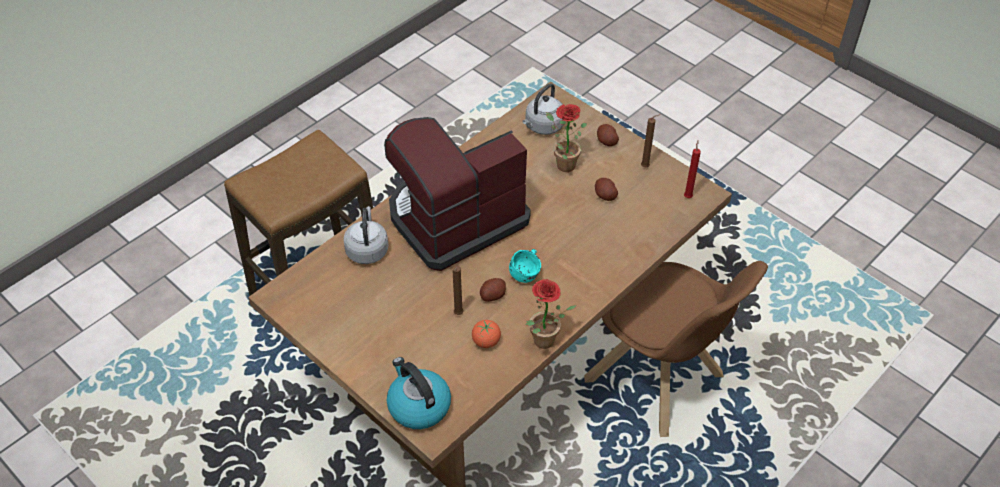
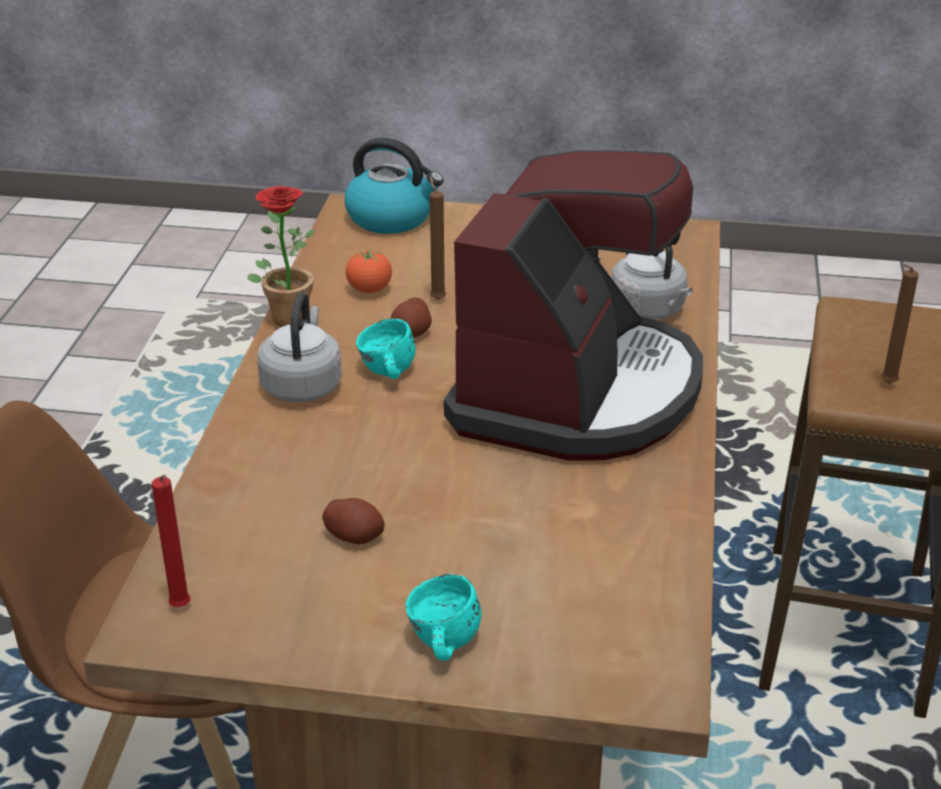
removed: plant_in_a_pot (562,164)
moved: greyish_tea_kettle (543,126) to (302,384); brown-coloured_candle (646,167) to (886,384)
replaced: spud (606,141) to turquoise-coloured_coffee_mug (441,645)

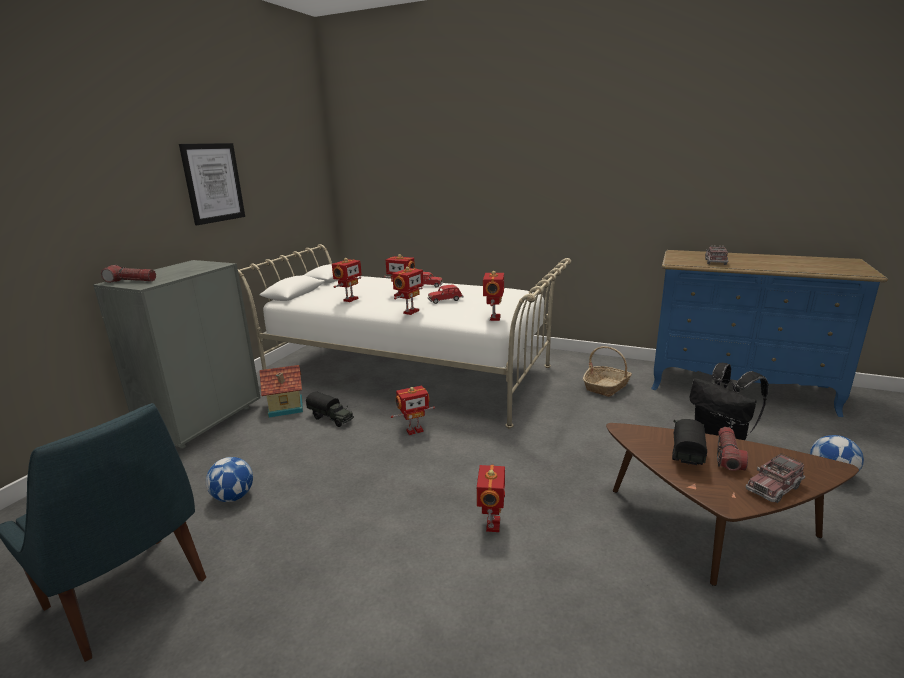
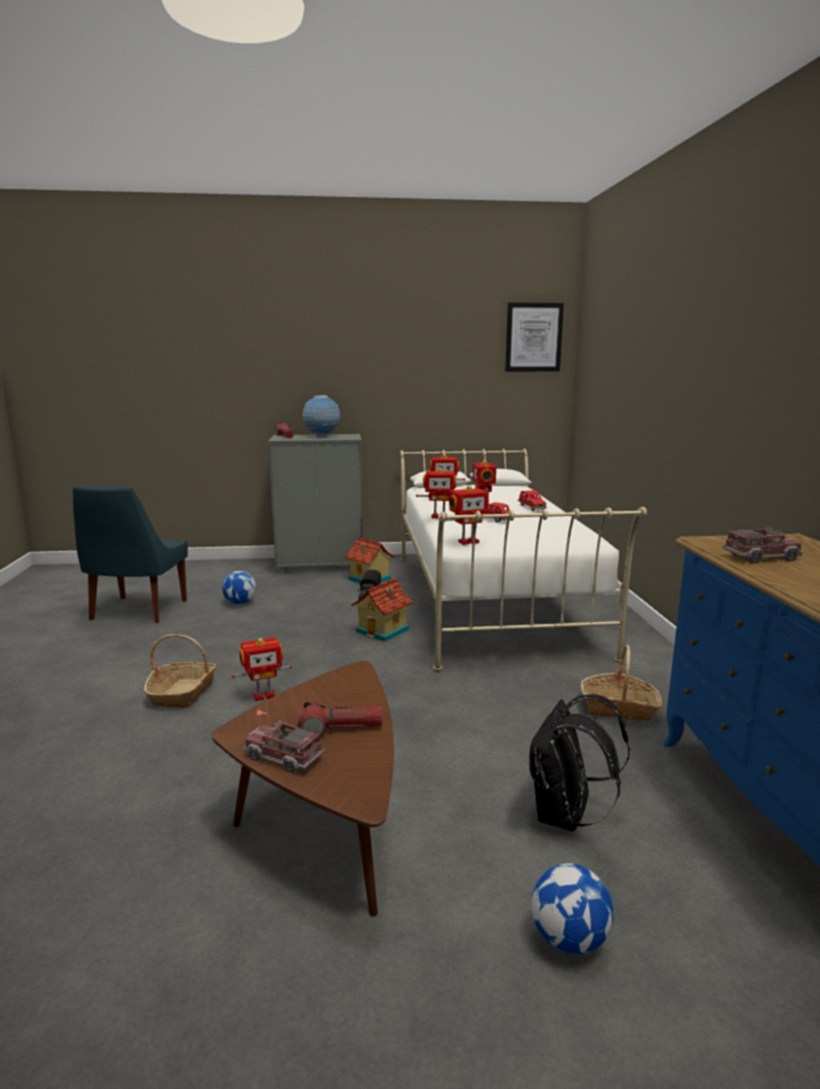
removed: model_truck (686,451)
added: storage_basket (183,693); globe (322,436)
moved: picture (213,183) to (533,337)
replaced: model_robot (414,430) to toy_house (384,631)

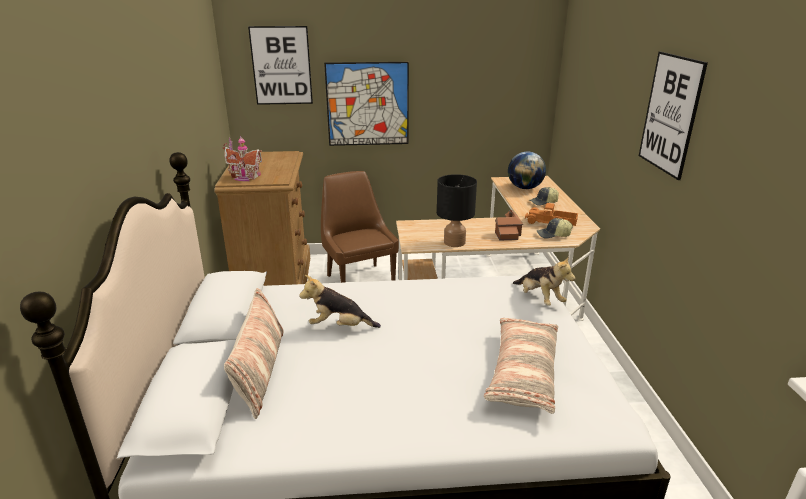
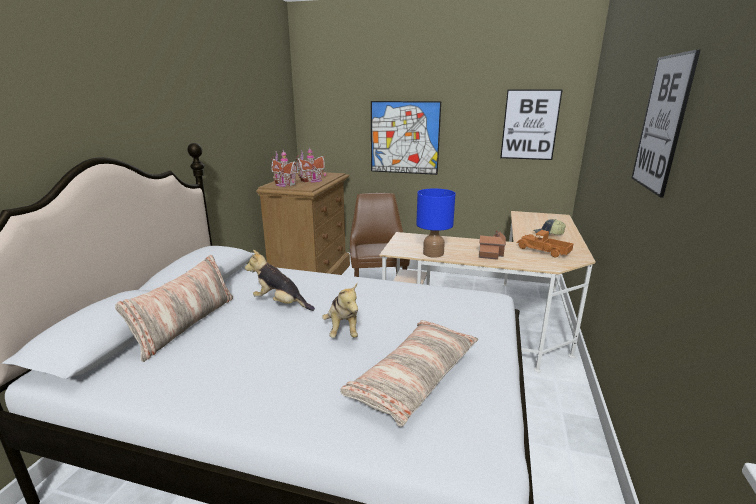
removed: globe (524,188); baseball_cap (553,235)
added: toy_house (312,181)
moved: picture (281,66) to (530,125); cuddly_toy (539,299) to (343,330)
recoloured: black-coloured_table_lamp (454,242) to bluish_table_lamp (433,253)

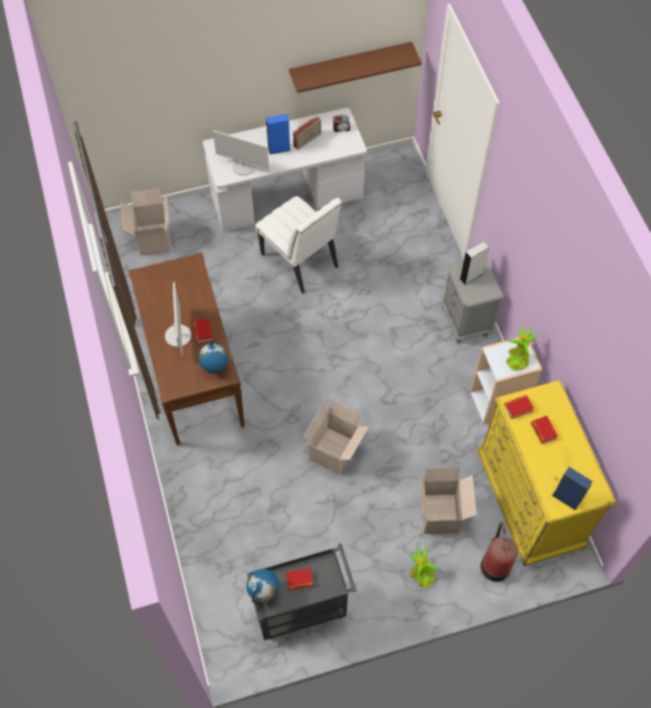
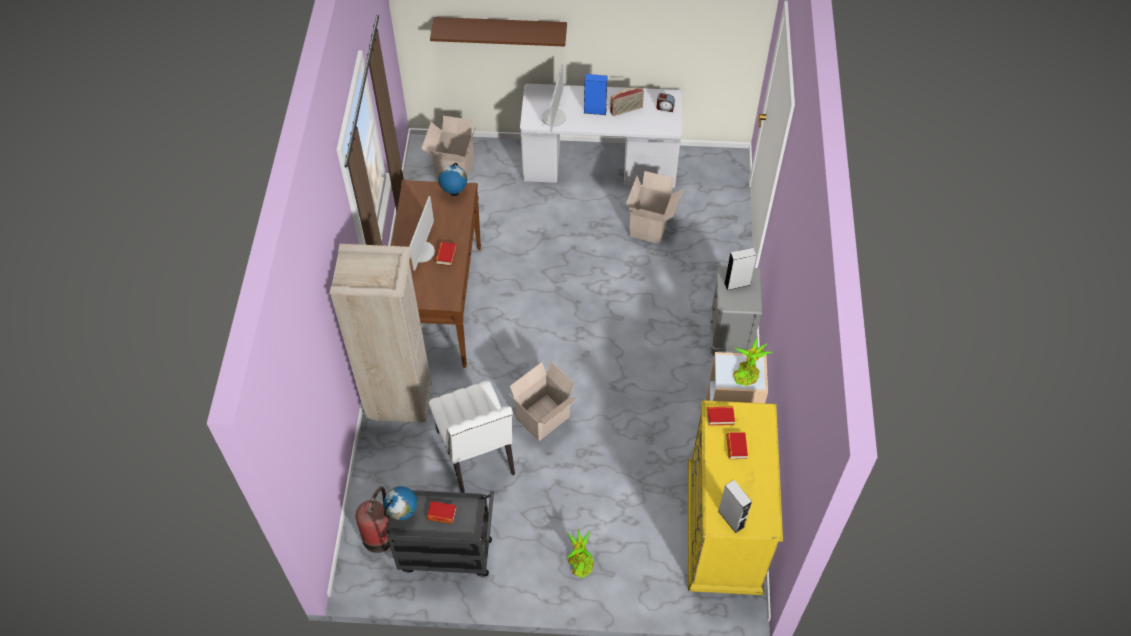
added: sand-coloured_cupboard (400,400)
moved: globe (215,368) to (454,193); whitish_upright_chair (299,260) to (475,452); brown-coloured_shelf (350,65) to (500,30); cardboard_box (441,515) to (650,227); extinguisher (495,564) to (379,535)
recoloured: bluish_loudspeaker (566,498) to greyish_loudspeaker (731,519)
turned: monitor (244,166) = (554,117) 120 degrees counterclockwise

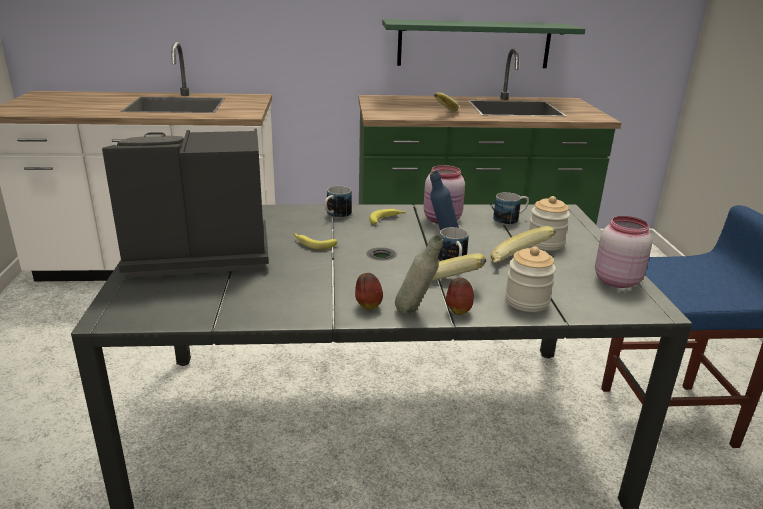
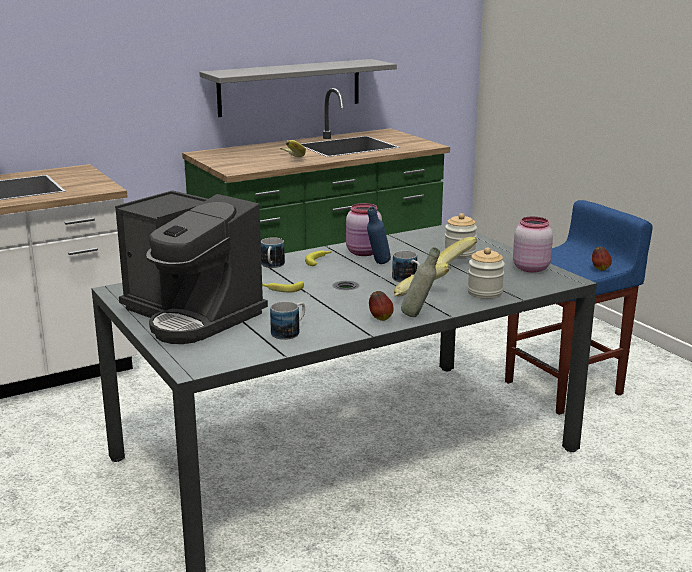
moved: apple_fruit (458,311) to (600,269); coffee_mug (510,220) to (290,332)
recoloured: green_shelf (474,44) to greyish_shelf (290,87)
turned: coffee_machine (195,253) = (192,315) 105 degrees counterclockwise

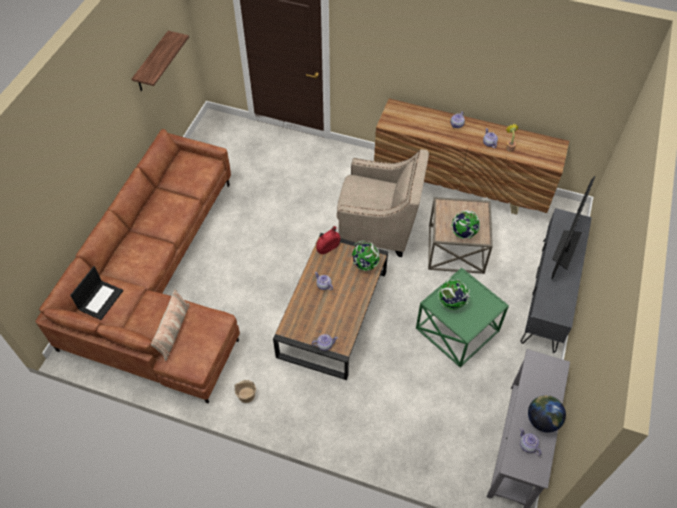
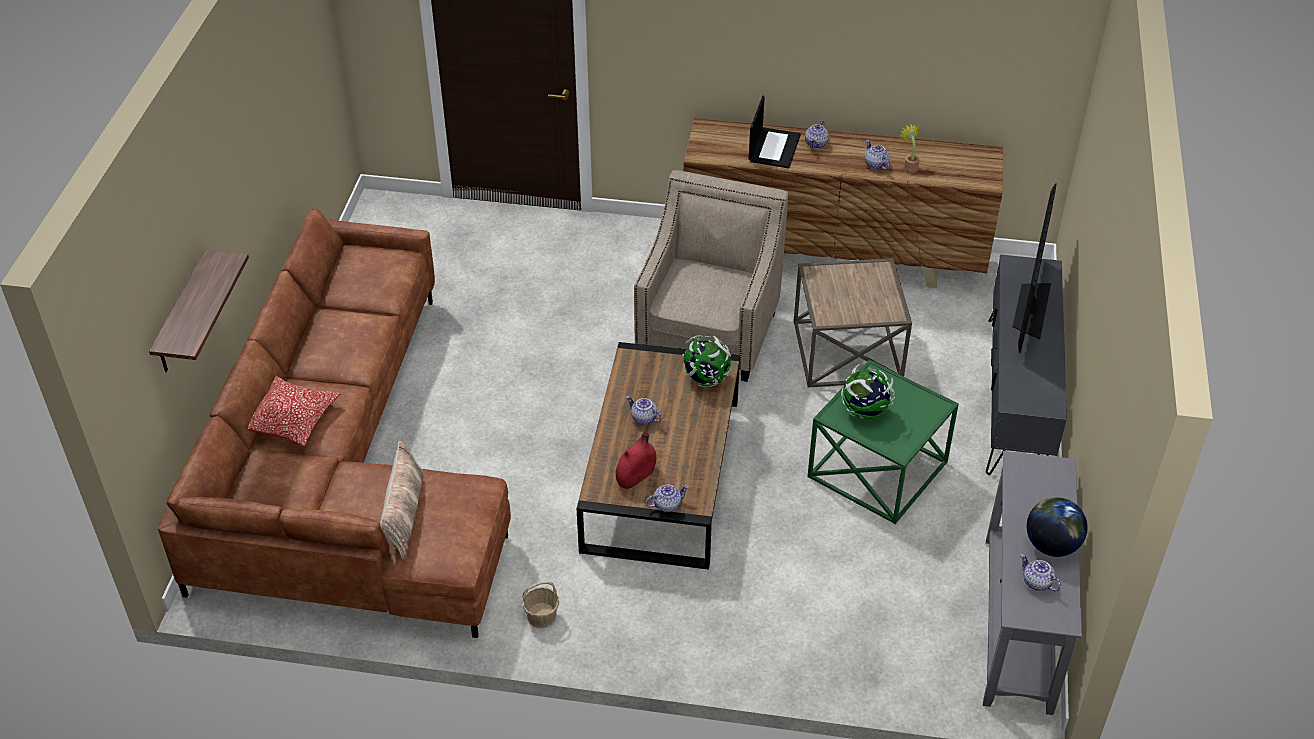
removed: globe (463,233)
added: pillow (292,420)
moved: notebook_computer (101,299) to (774,147); shelf (152,62) to (182,315); red_flower_vase (328,247) to (636,476)
turned: sand-coloured_lounge_chair (379,227) = (709,334) 75 degrees counterclockwise

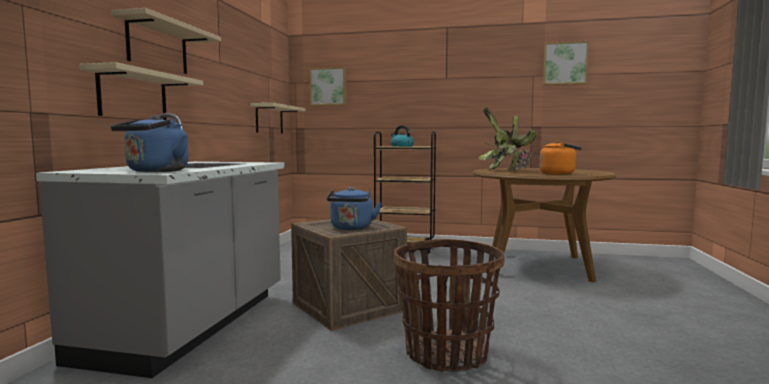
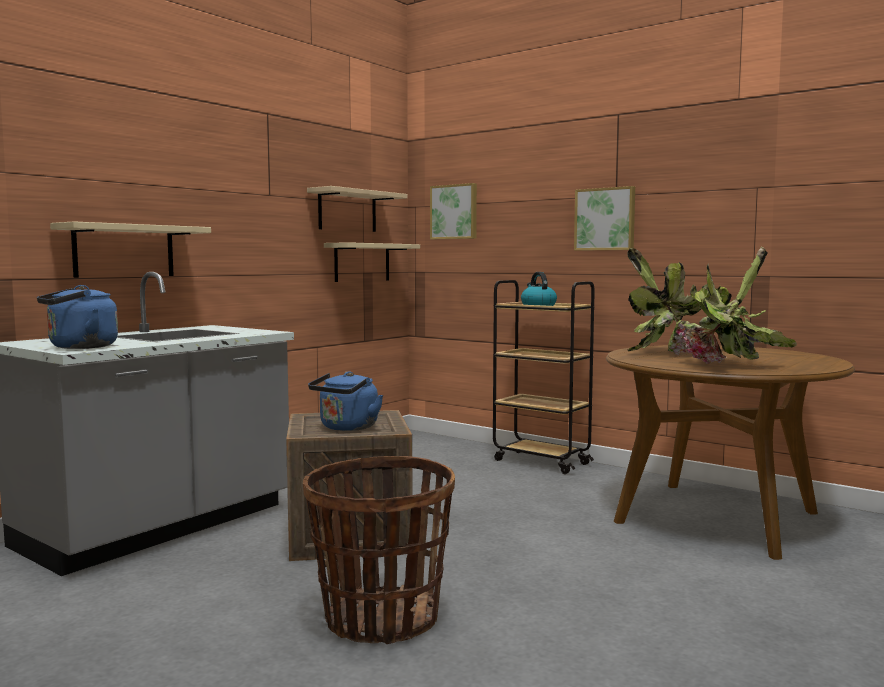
moved: sand-coloured_shelf (157,47) to (347,211); picture (565,63) to (605,219)
replaced: orange-coloured_tea_kettle (559,174) to plant_in_a_pot (727,365)

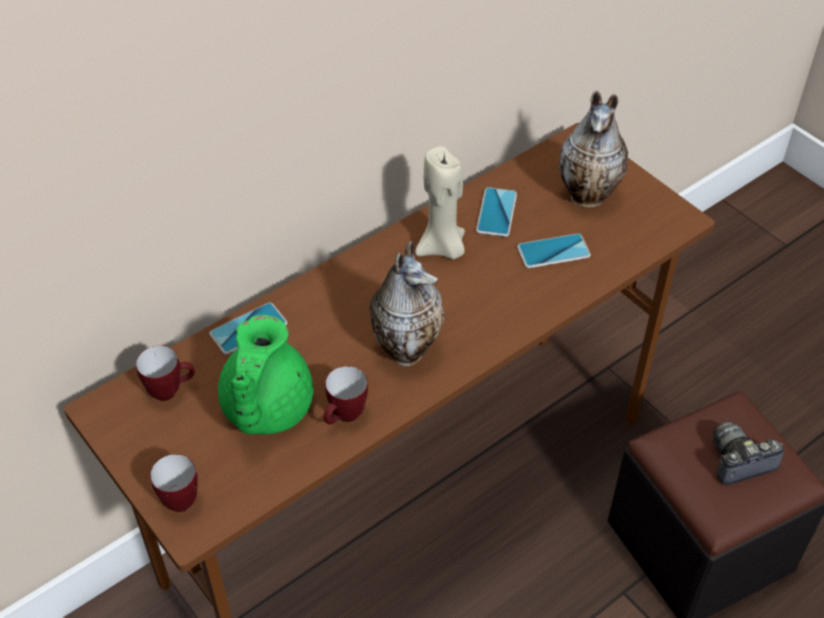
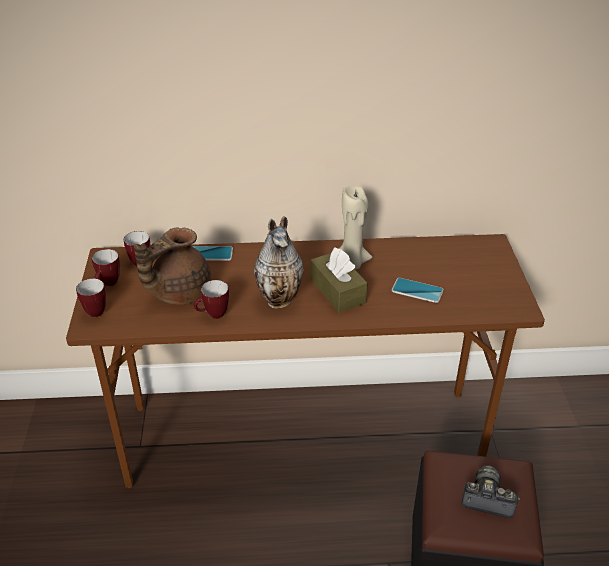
removed: telephone (496,213); flower_vase (589,196)
added: coffee_mug (108,284); brown-coloured_tissue_box (337,291)
recoloured: green_pot_for_tea (265,409) to brown-coloured_pot_for_tea (178,292)

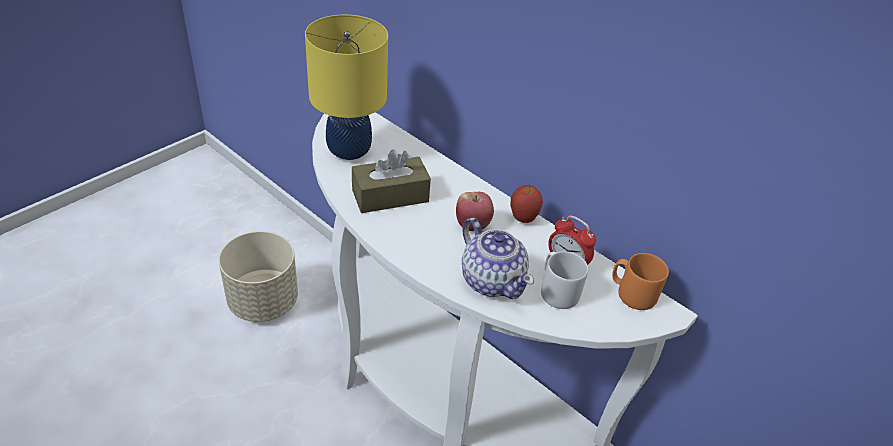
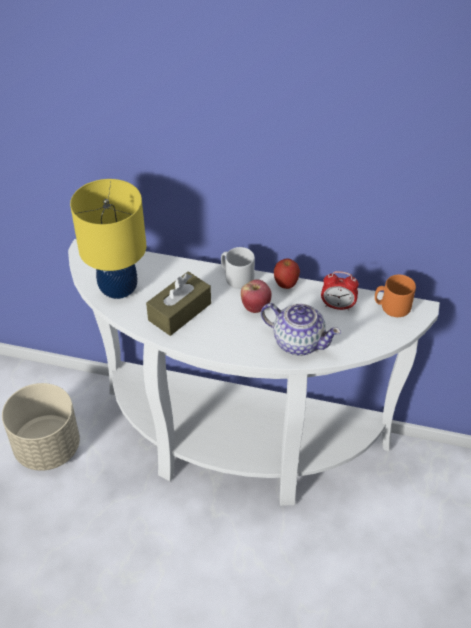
moved: greyish_coffee_mug (557,291) to (236,277)

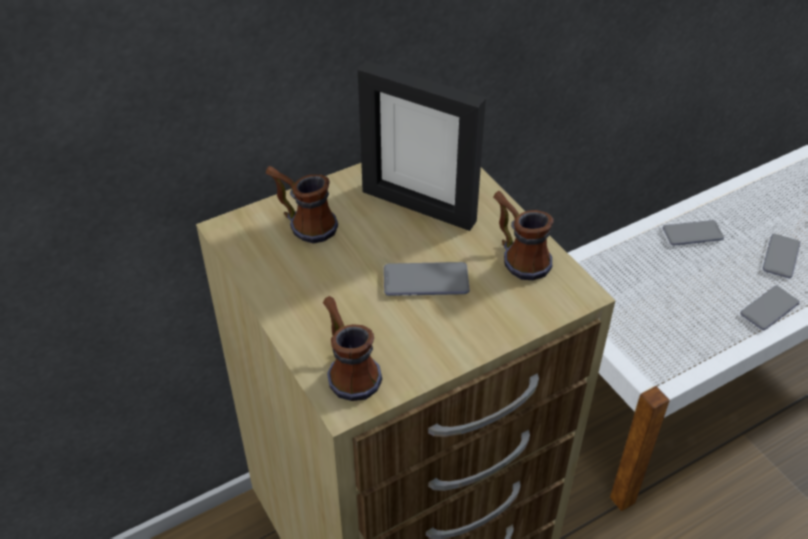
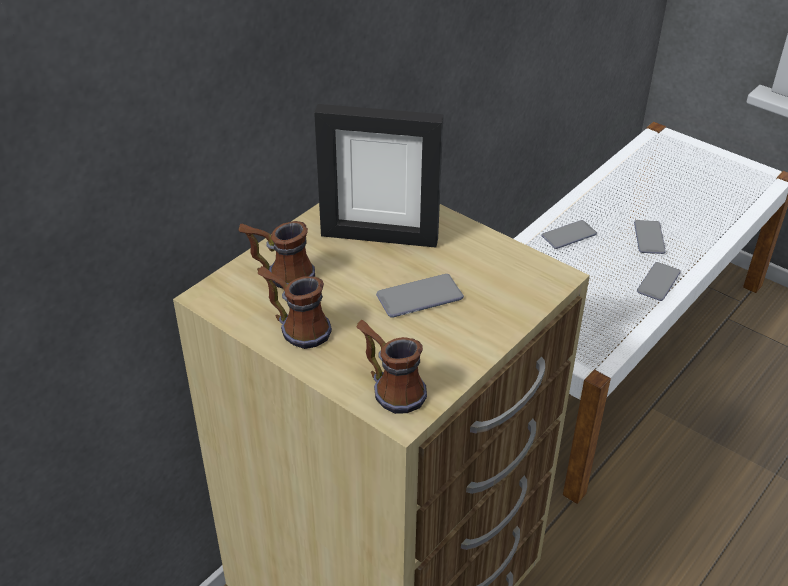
moved: coffee_mug (518,256) to (295,327)

